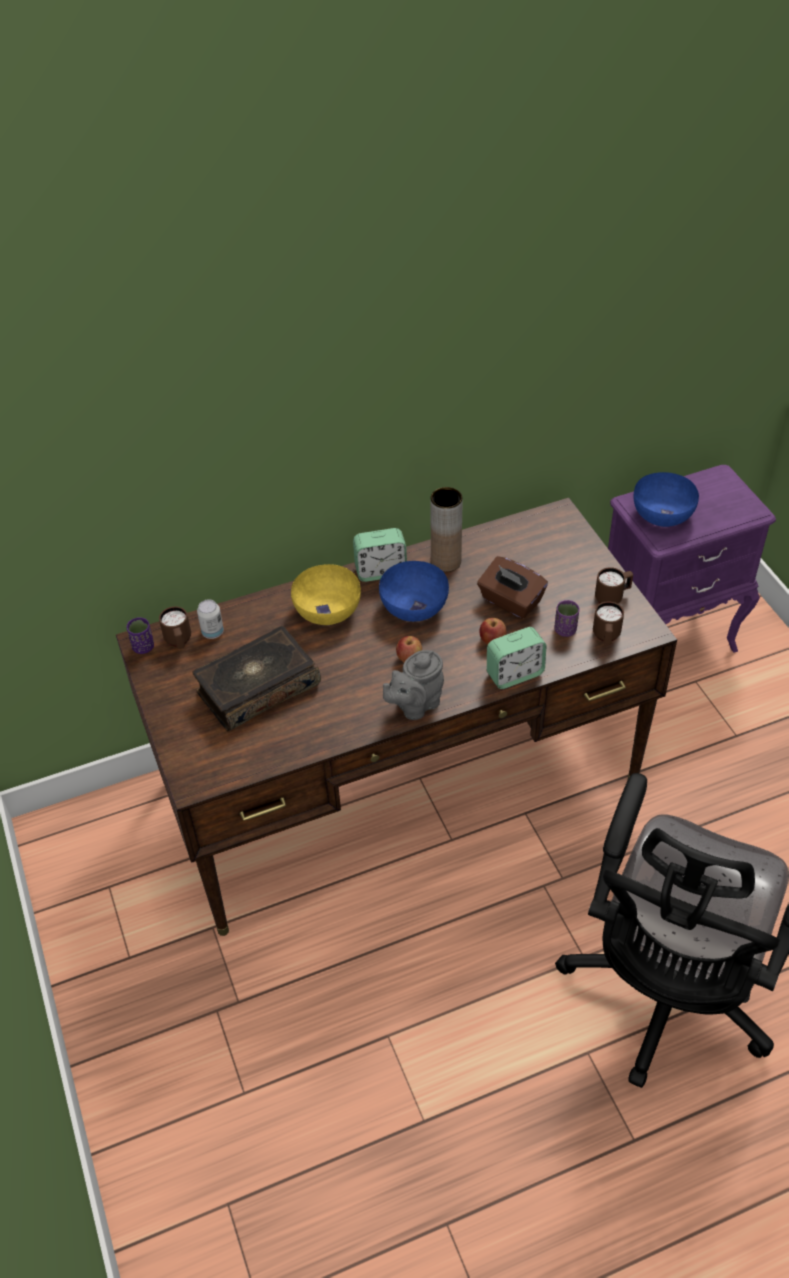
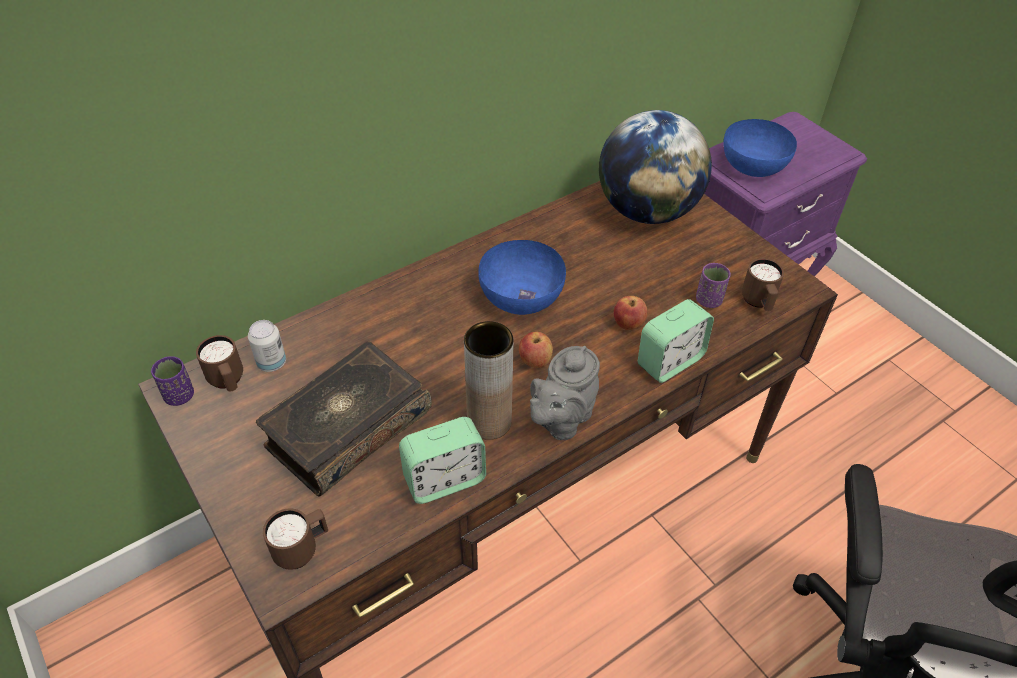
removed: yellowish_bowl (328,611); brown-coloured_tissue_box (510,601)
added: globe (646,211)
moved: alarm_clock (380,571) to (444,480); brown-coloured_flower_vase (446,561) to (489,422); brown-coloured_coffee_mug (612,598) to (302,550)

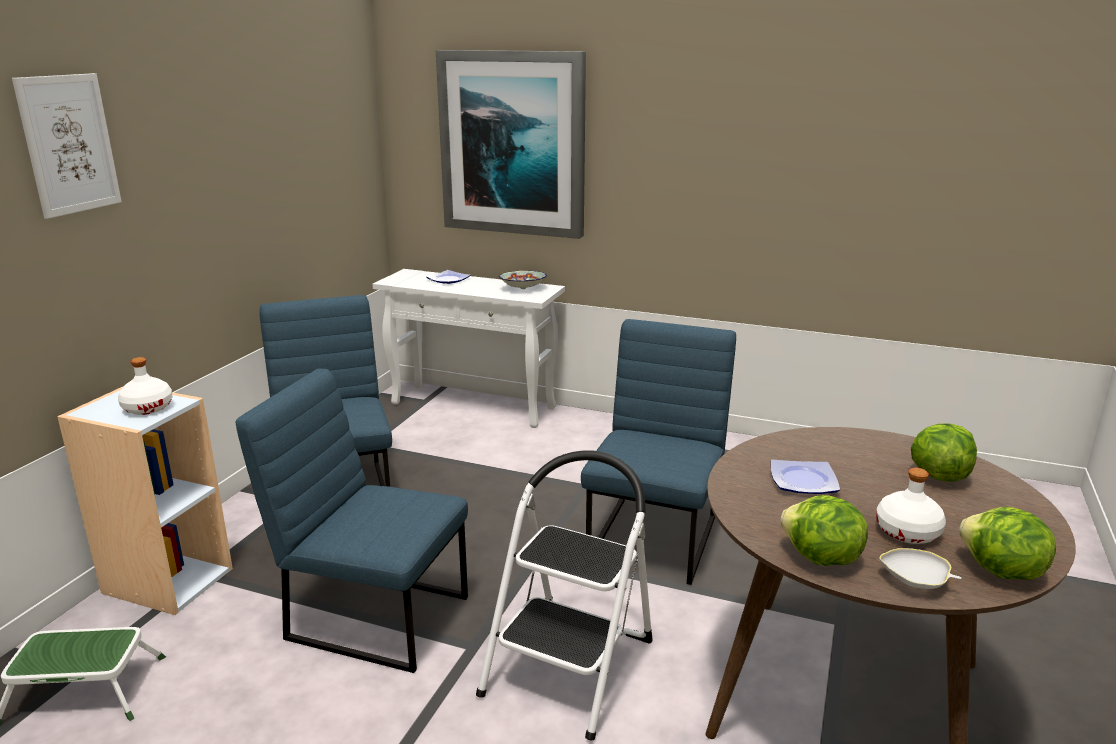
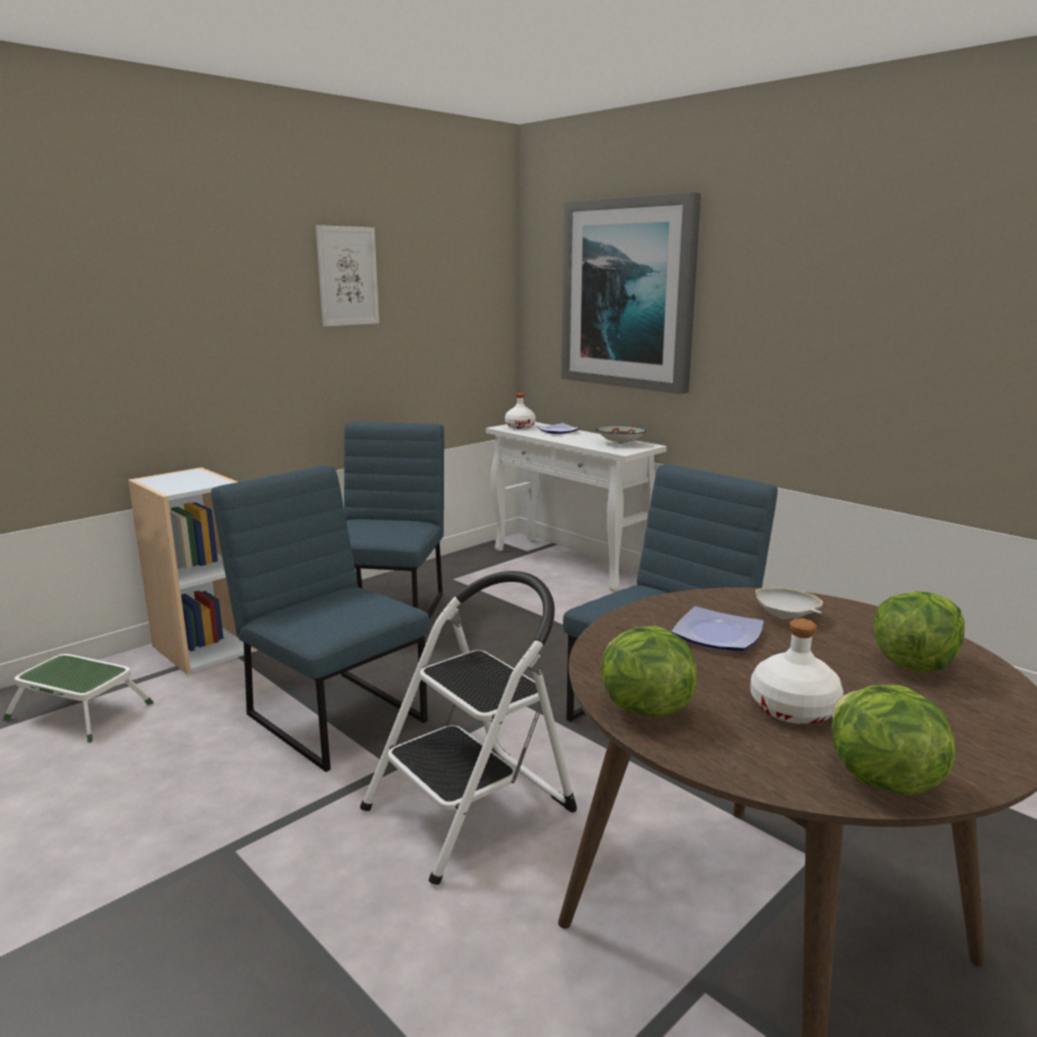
moved: picture (69,144) to (347,276); whitish_bottle (147,407) to (520,426); whitish_bowl (916,581) to (786,616)

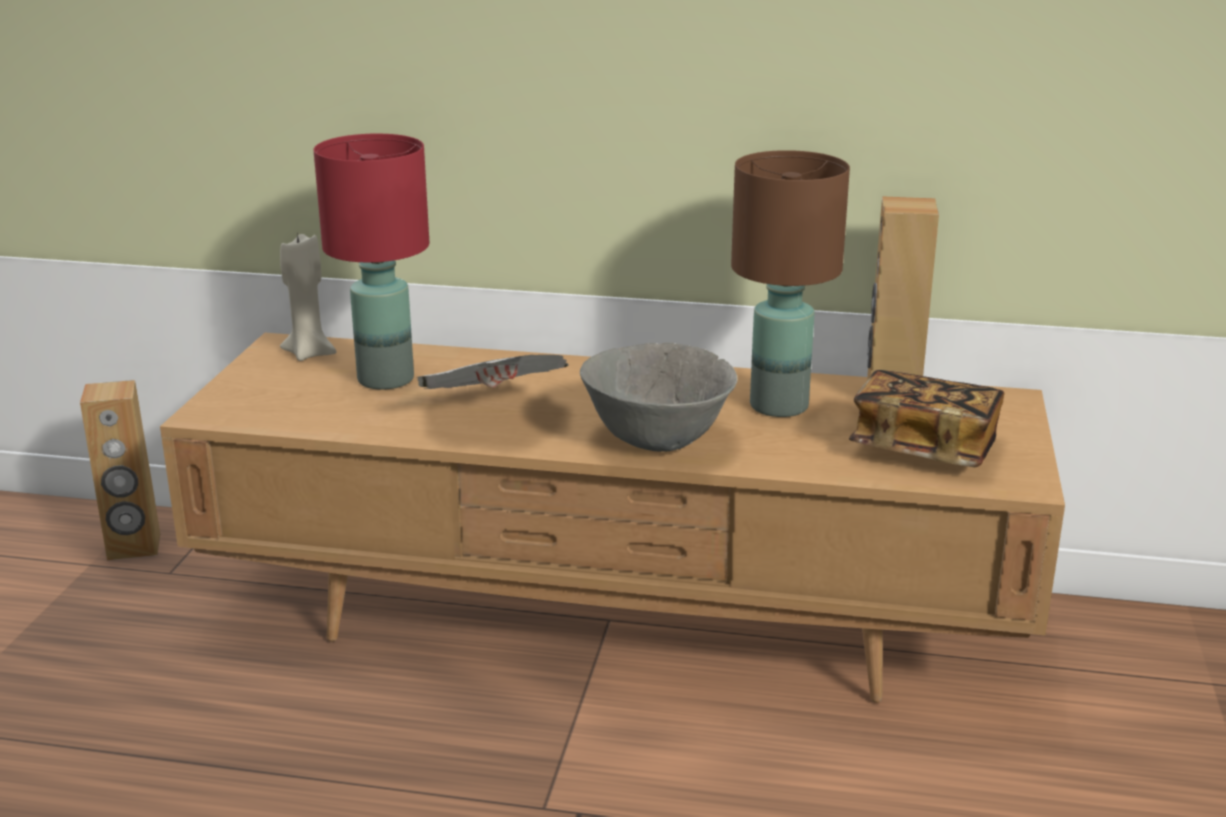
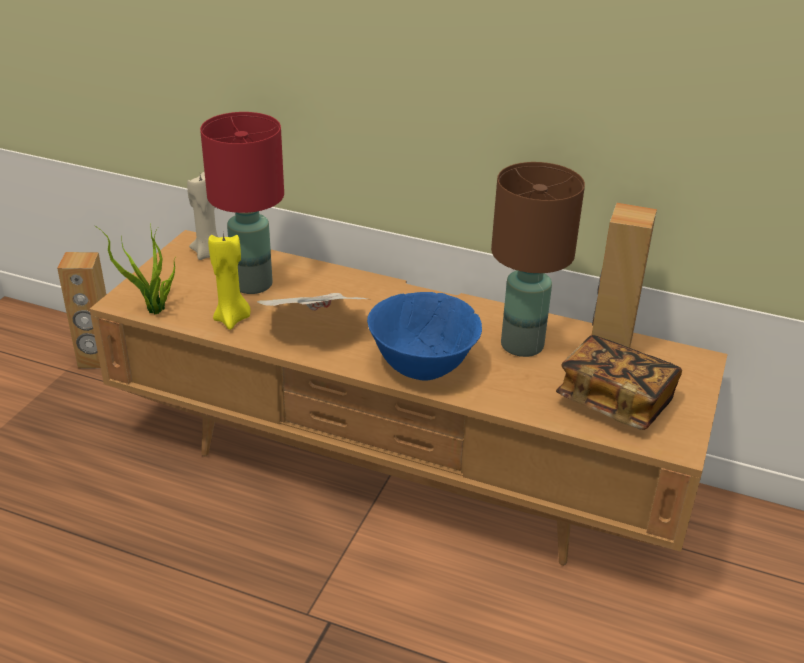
added: plant_in_a_pot (154,311); yellowish_candle (232,319)
recoloured: greyish_bowl (656,440) to bluish_bowl (422,366)

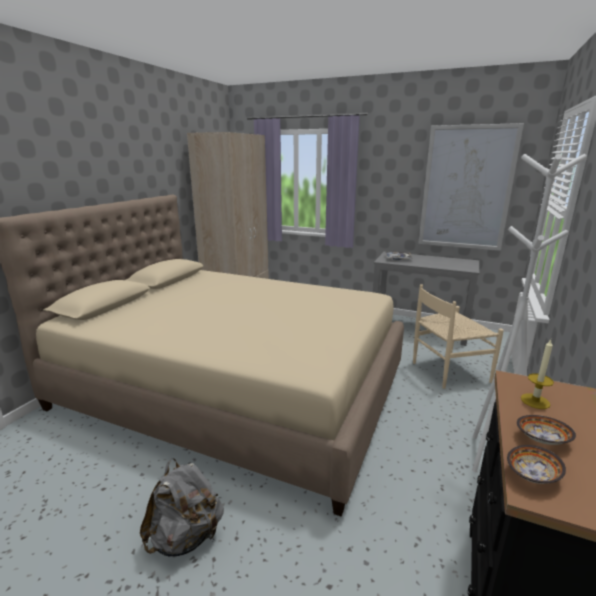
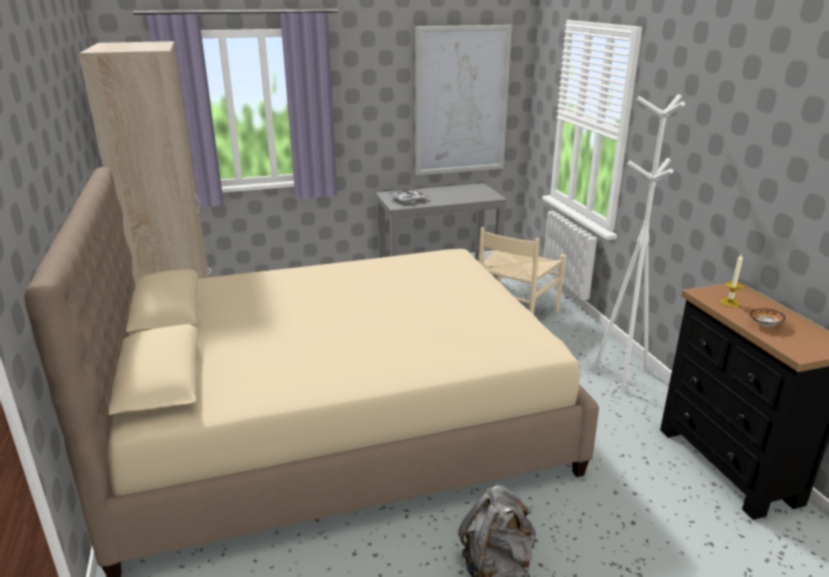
removed: bowl (534,475)

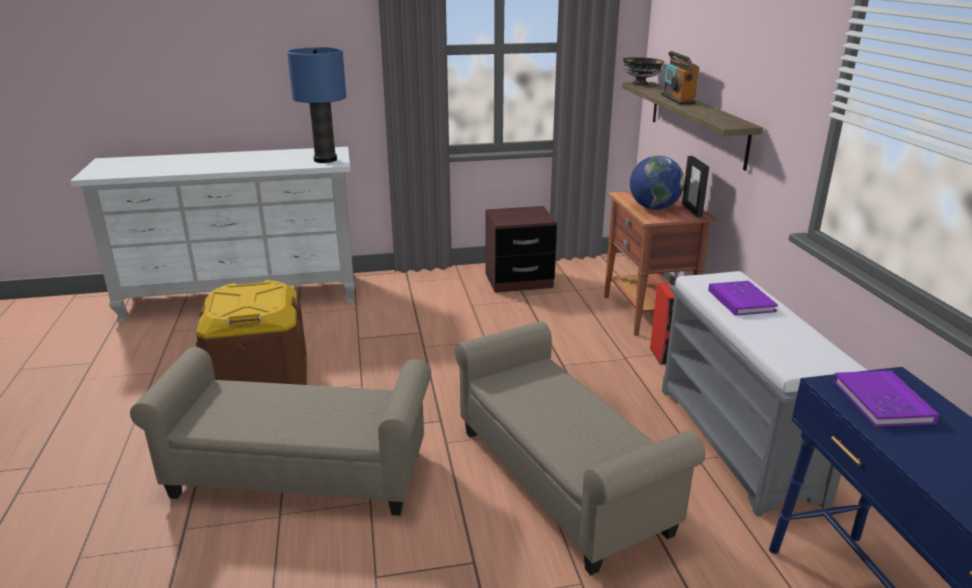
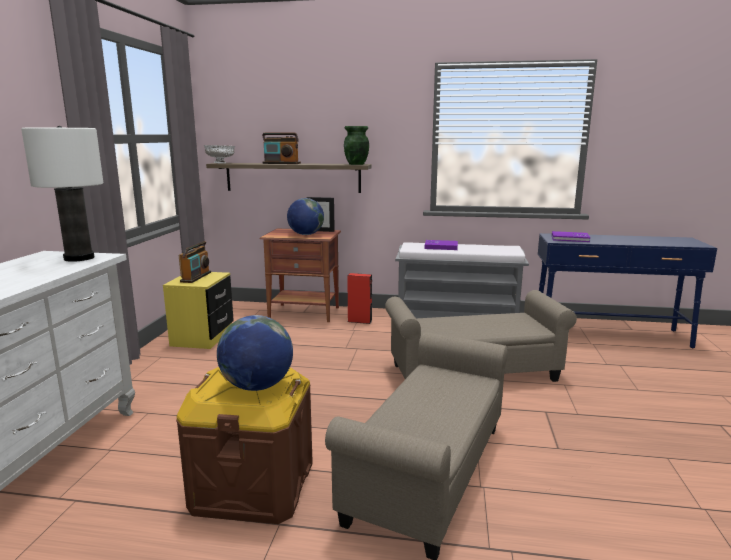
added: radio (196,277); globe (257,386); green_flower_vase (356,164)
recoloured: bluish_table_lamp (325,160) to whitish_table_lamp (79,258); brown-coloured_bedside_table (518,281) to yellowish_bedside_table (202,337); black-coloured_bowl (641,84) to whitish_bowl (220,163)

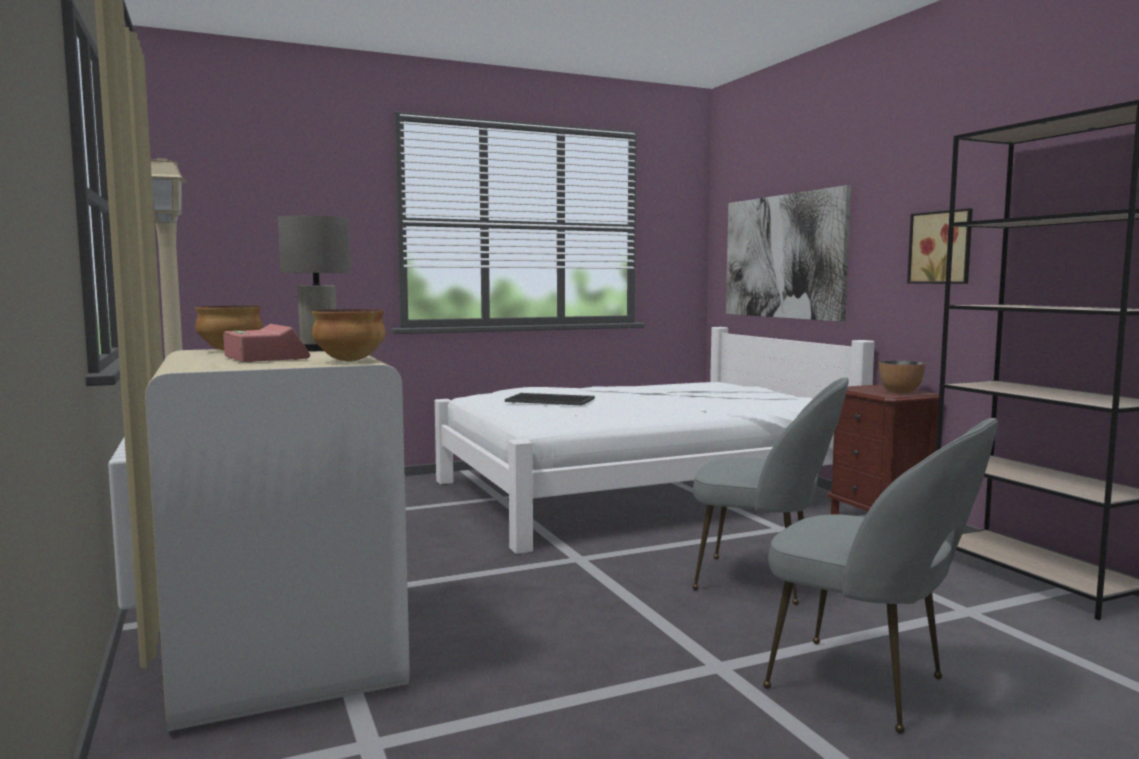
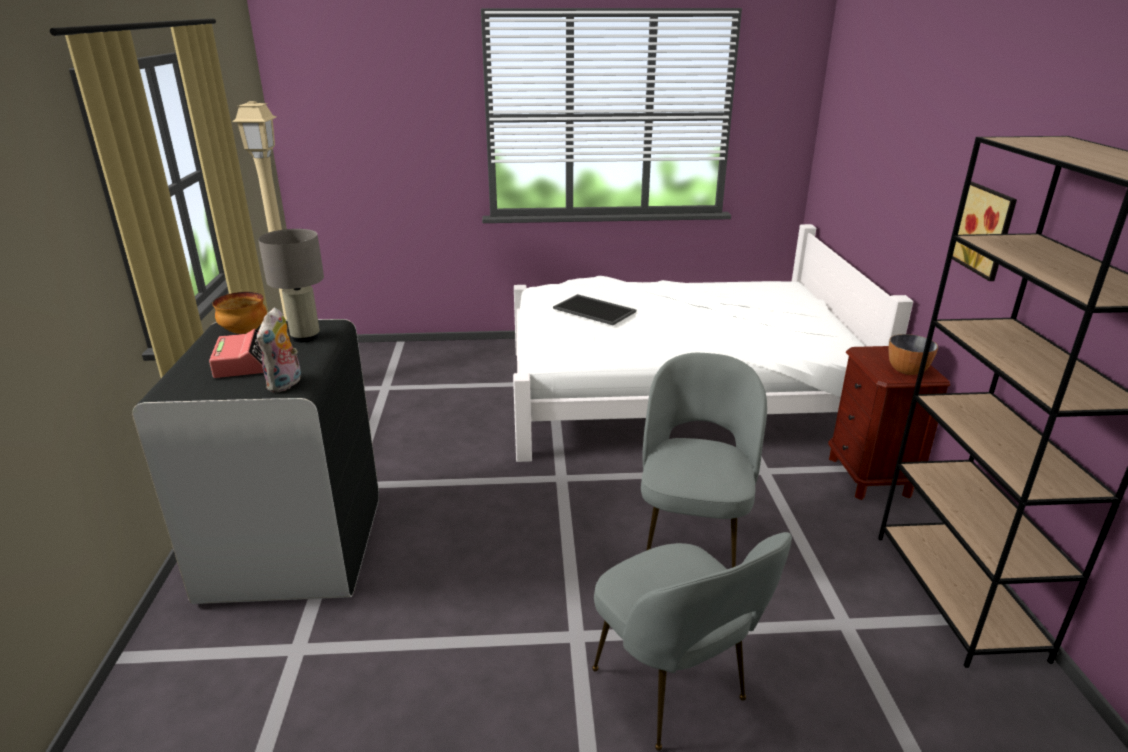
removed: picture (783,256)
replaced: bowl (349,361) to cuddly_toy (285,384)
recoloured: sand-coloured_chest_of_drawers (282,658) to black-coloured_chest_of_drawers (293,548)
turned: greyish_upright_chair (765,582) = (692,542) 120 degrees counterclockwise

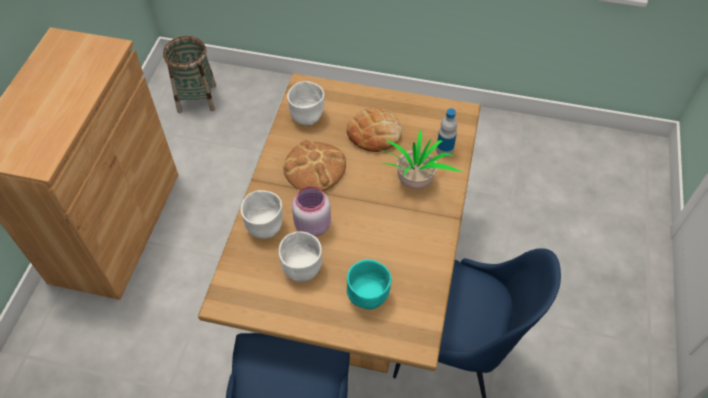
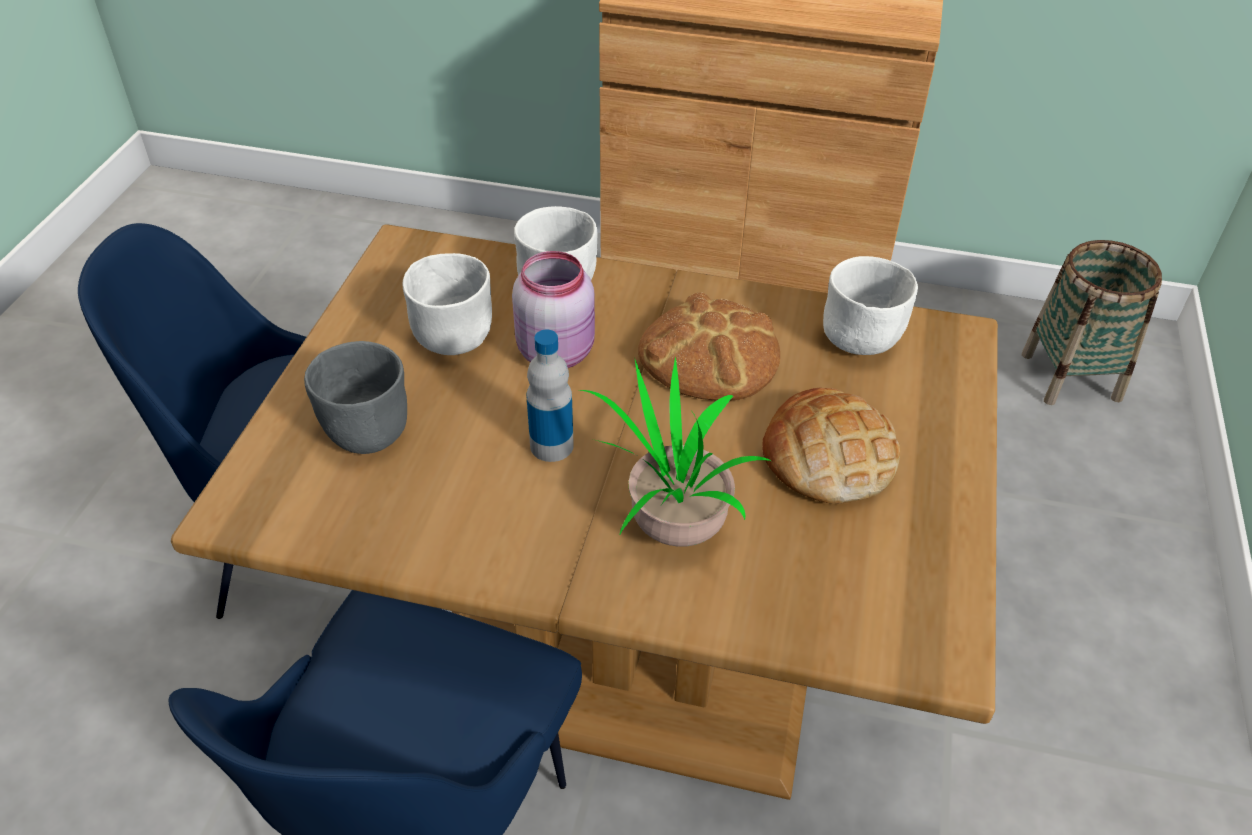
moved: bottle (444,150) to (551,445)
recoloured: turquoise-coloured_bowl (368,297) to greyish_bowl (366,434)

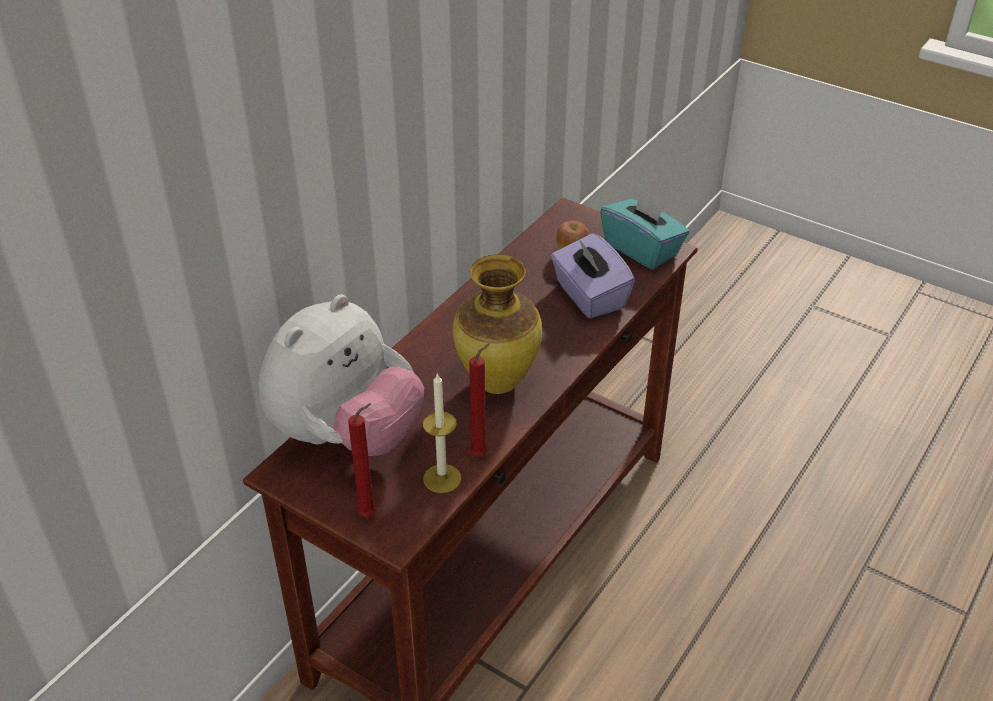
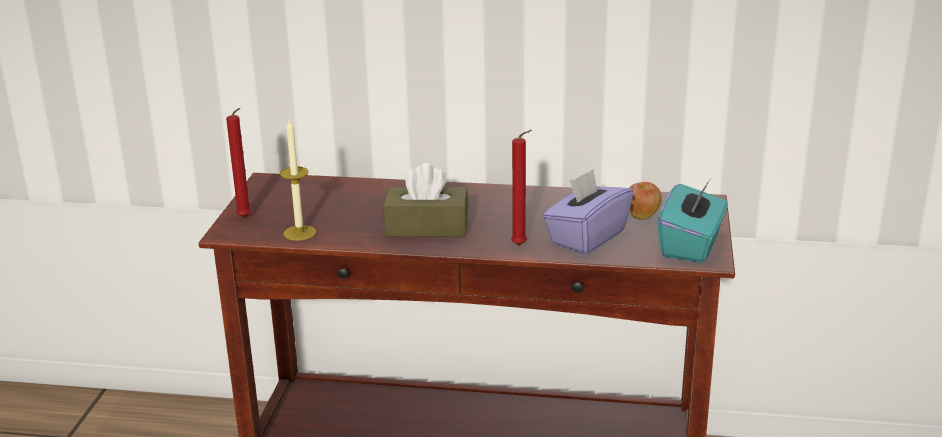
removed: cuddly_toy (346,435)
moved: red_candle (481,454) to (521,246)
replaced: flower_vase (498,384) to brown-coloured_tissue_box (427,227)

